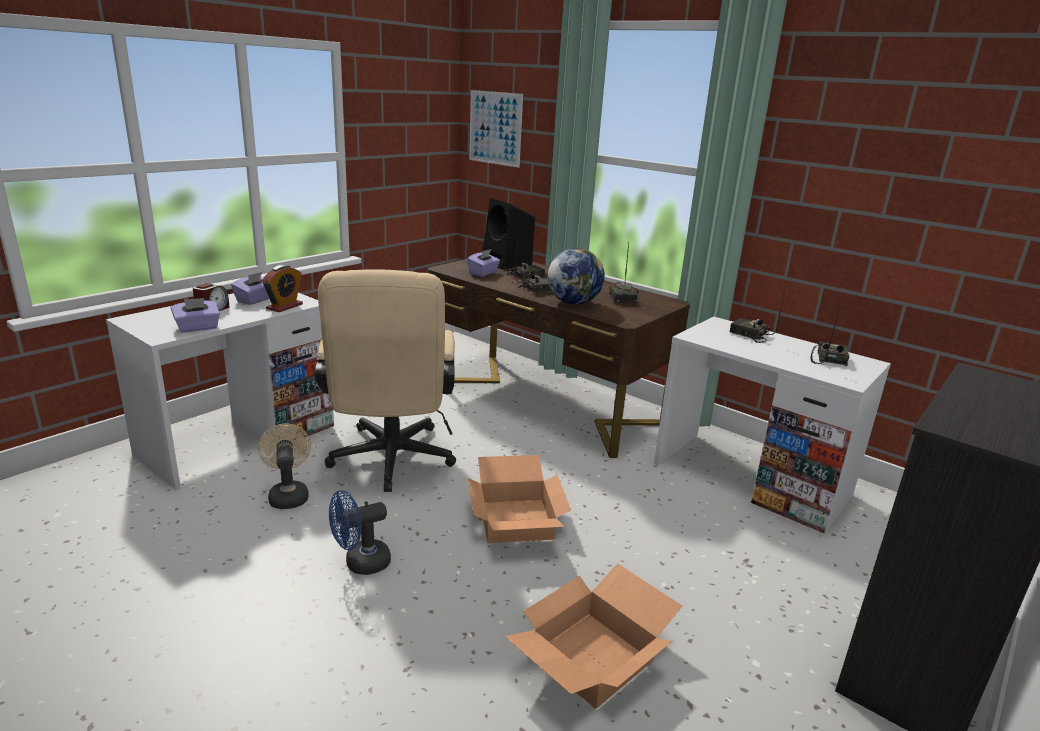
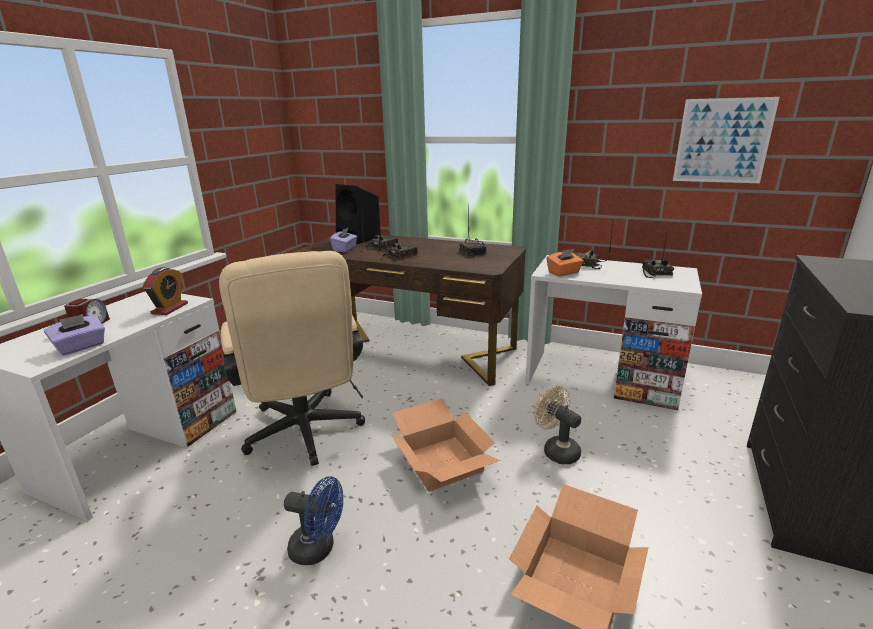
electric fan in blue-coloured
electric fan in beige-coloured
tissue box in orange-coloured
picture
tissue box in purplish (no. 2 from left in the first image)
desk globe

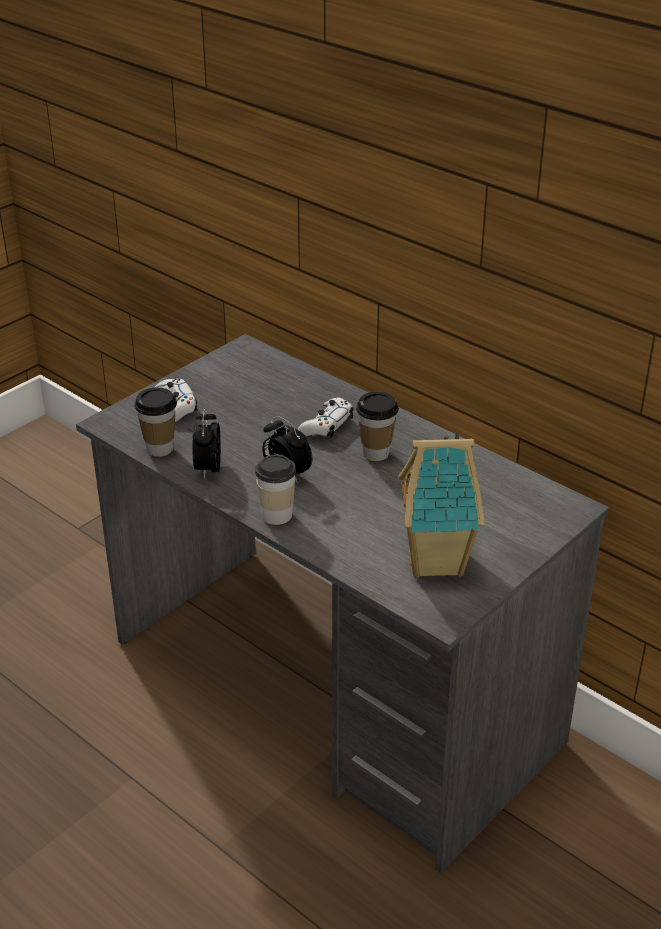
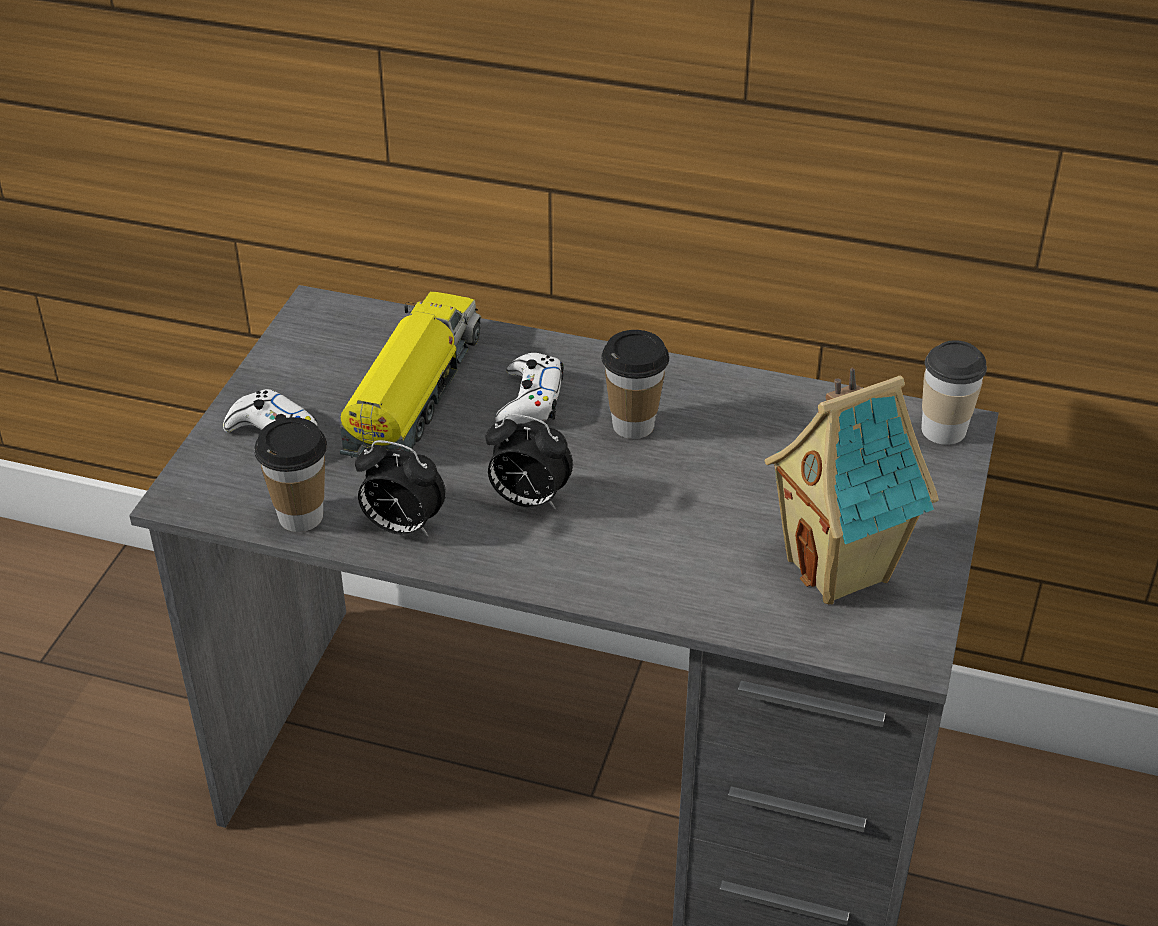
model truck
alarm clock (no. 1 from left)
small cup (no. 3 from left)

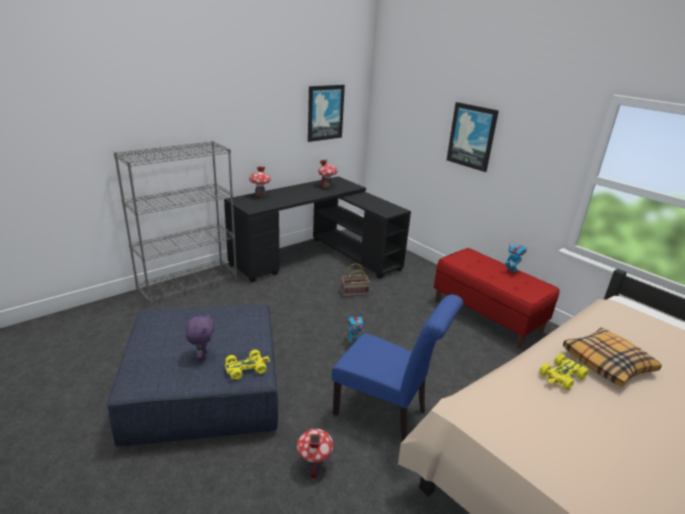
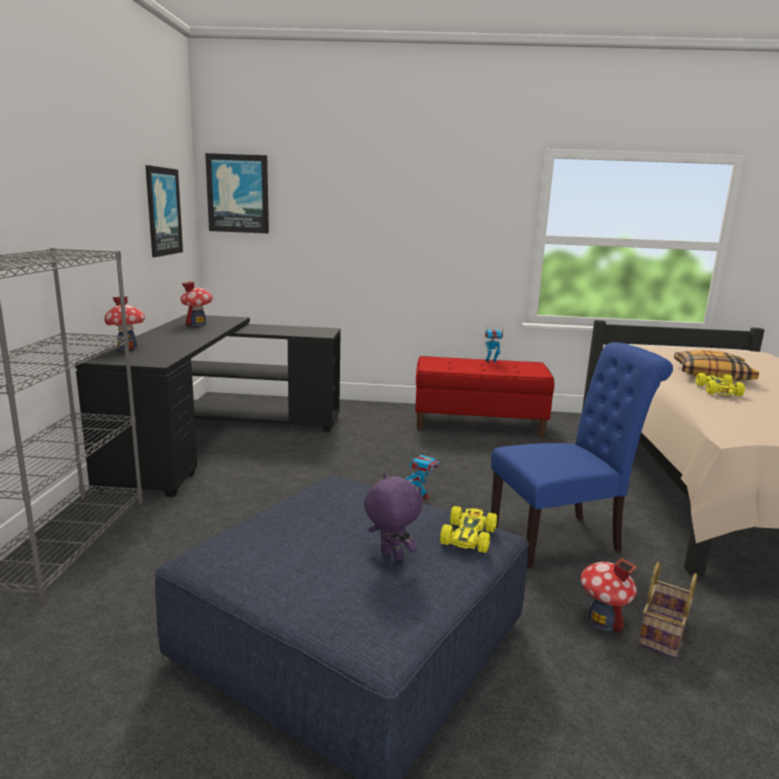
picture (no. 2 from left)
basket

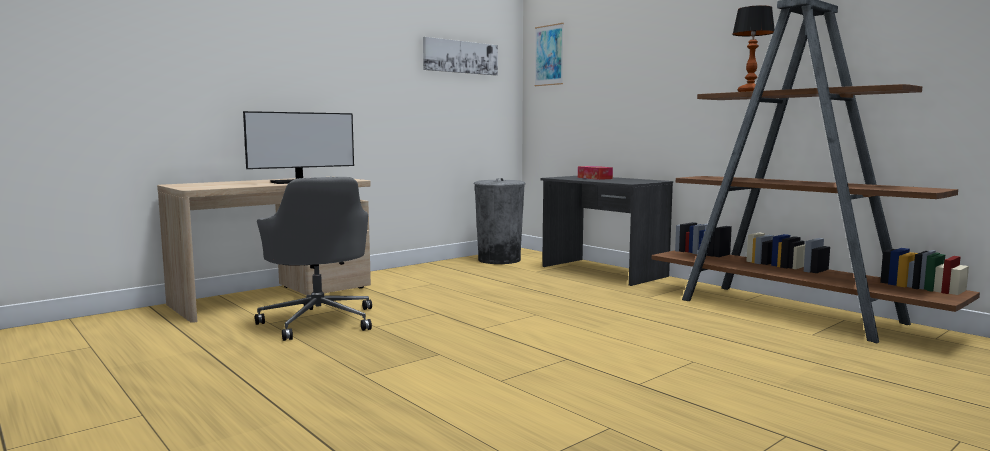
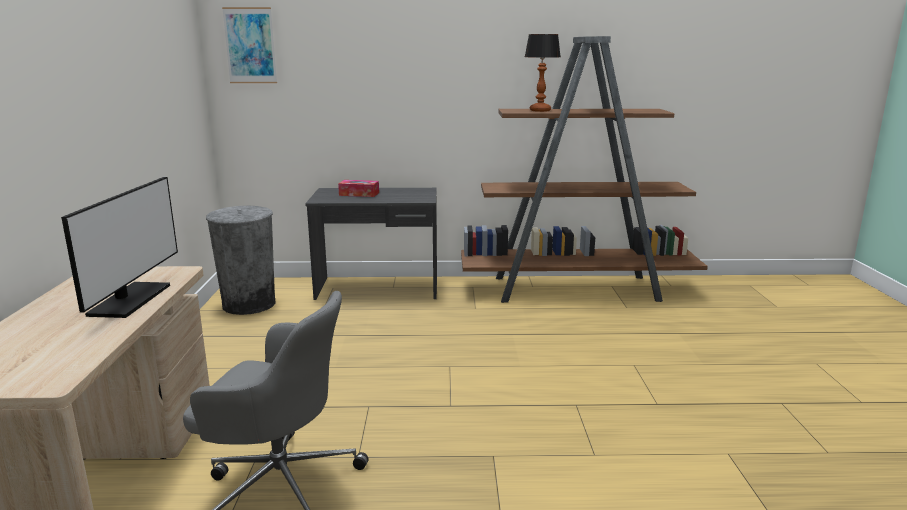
picture (no. 1 from left in the first image)

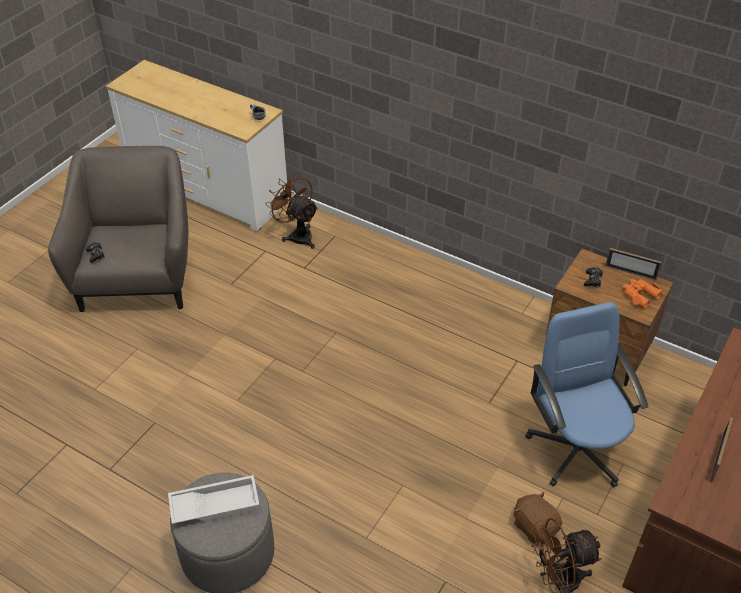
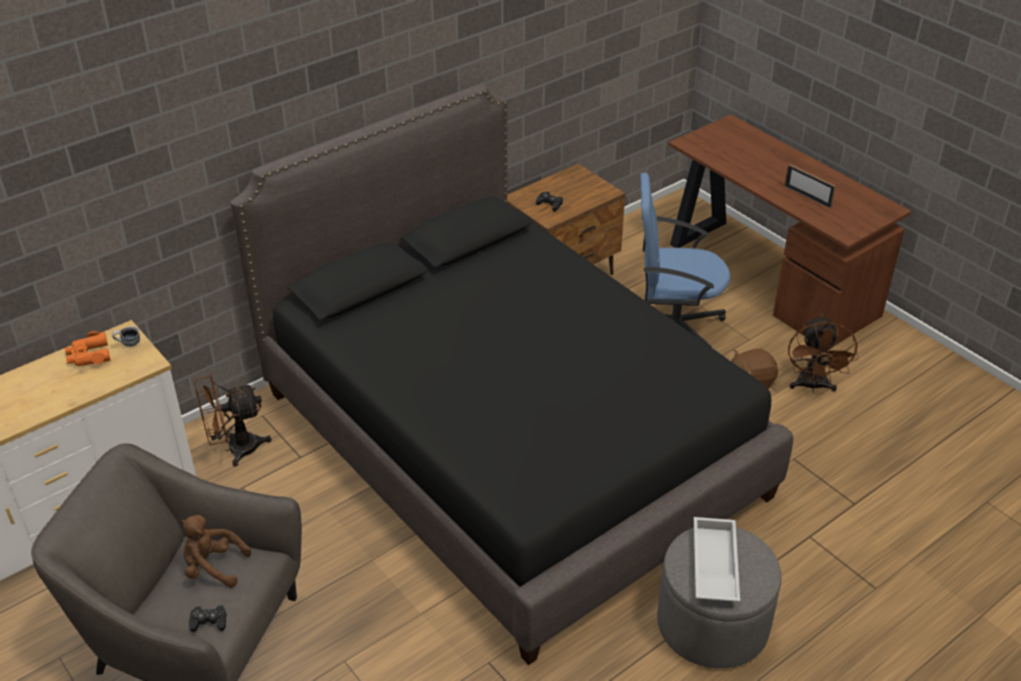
field glasses in orange-coloured
plush toy in brownish (no. 1 from left)
bedroom bed in black
photo frame (no. 1 from left in the first image)

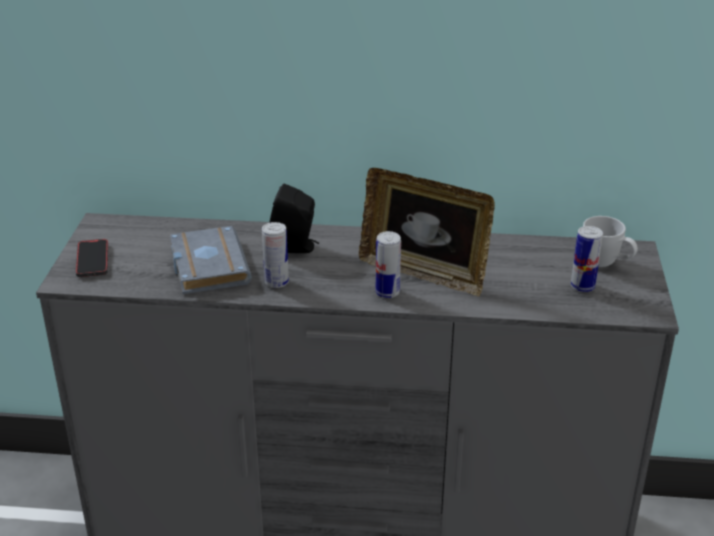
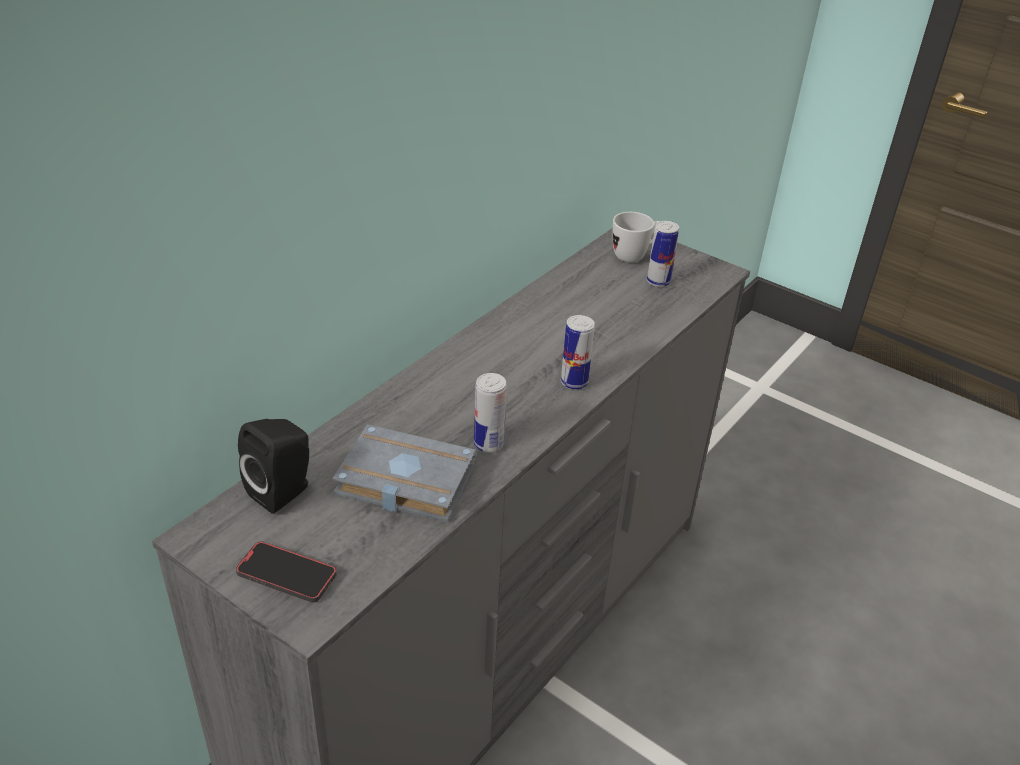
audio speaker in black
photo frame

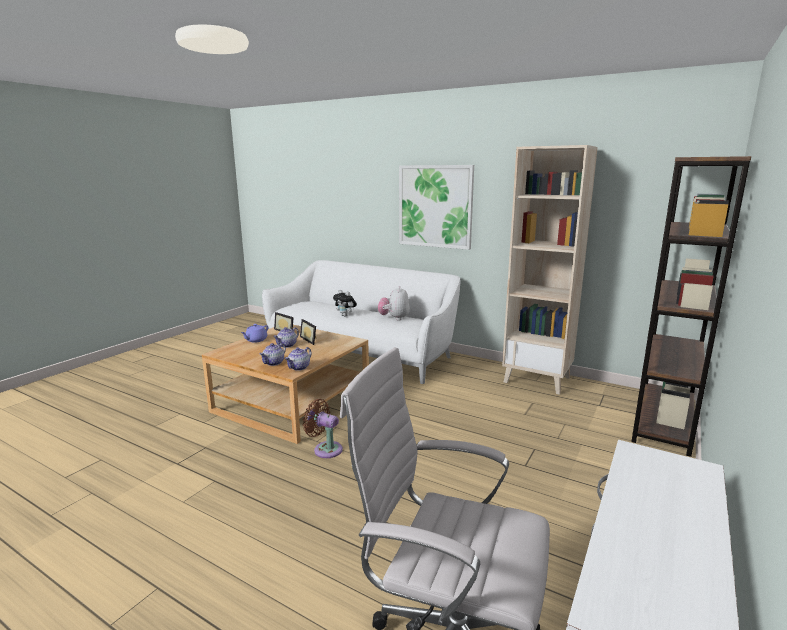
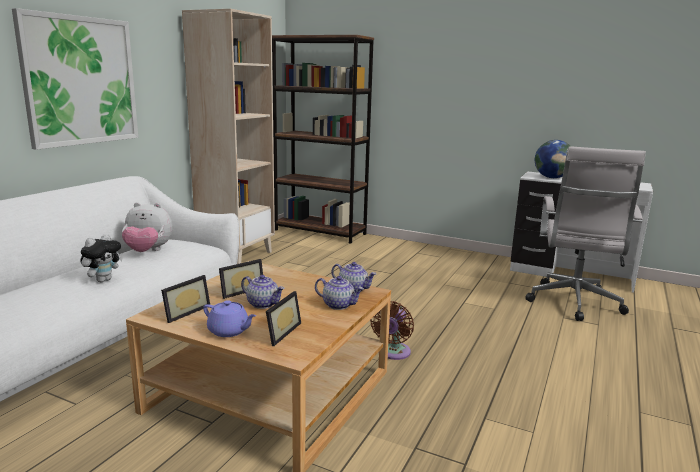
photo frame (no. 3 from left)
desk globe

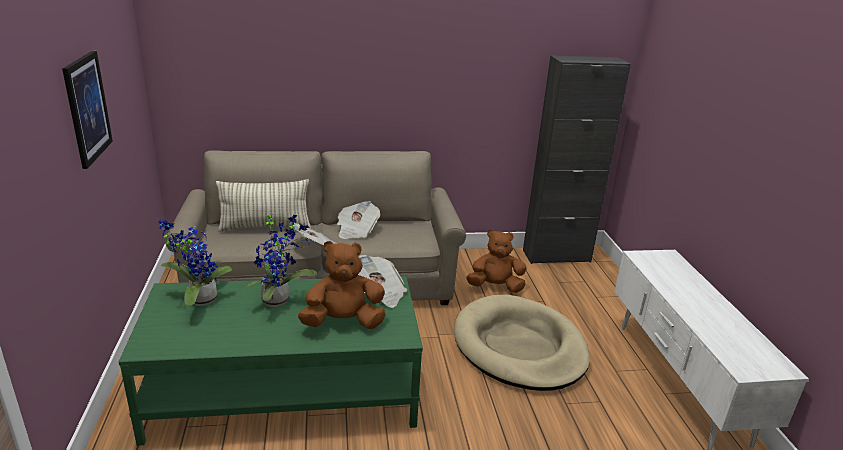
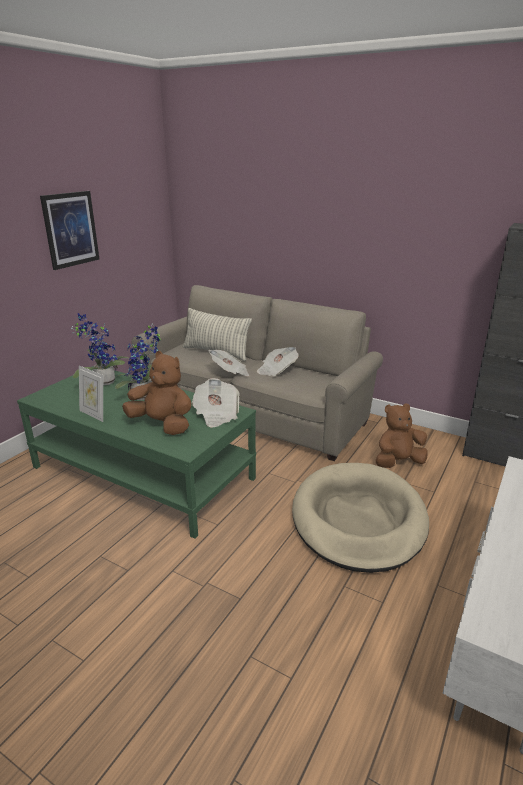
photo frame
plush toy in brownish (no. 2 from left)

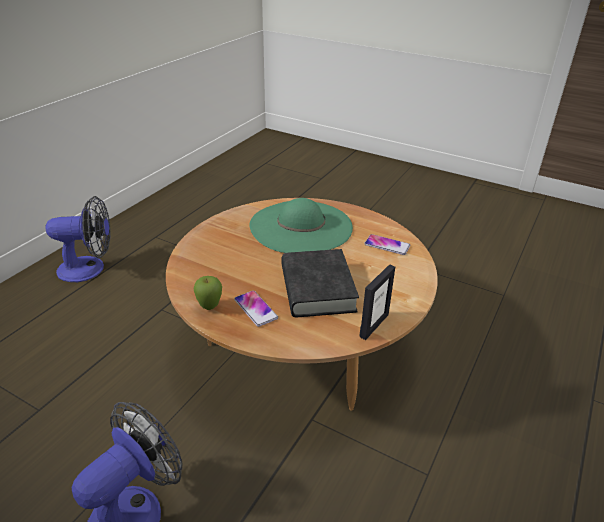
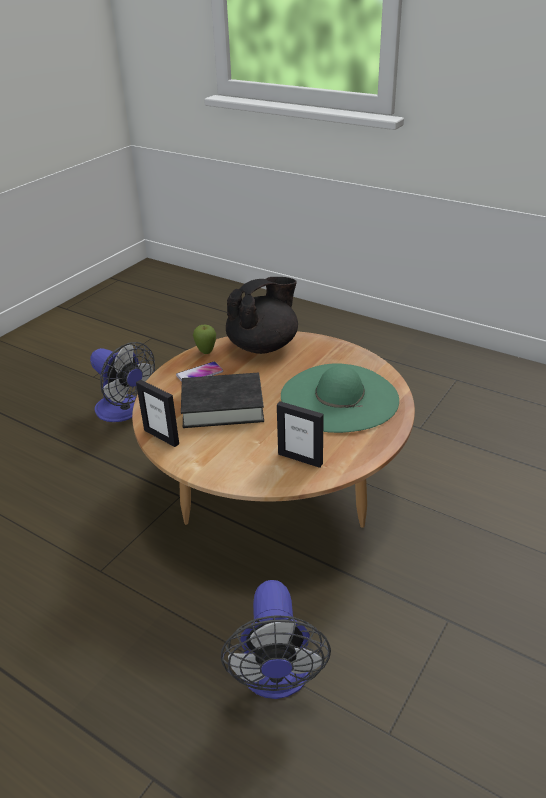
electric fan (no. 2 from left)
teapot in black
photo frame (no. 2 from left)

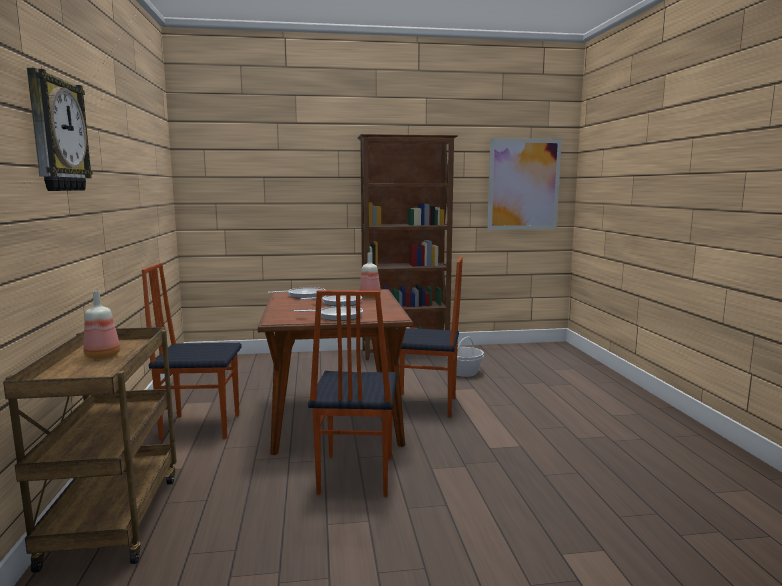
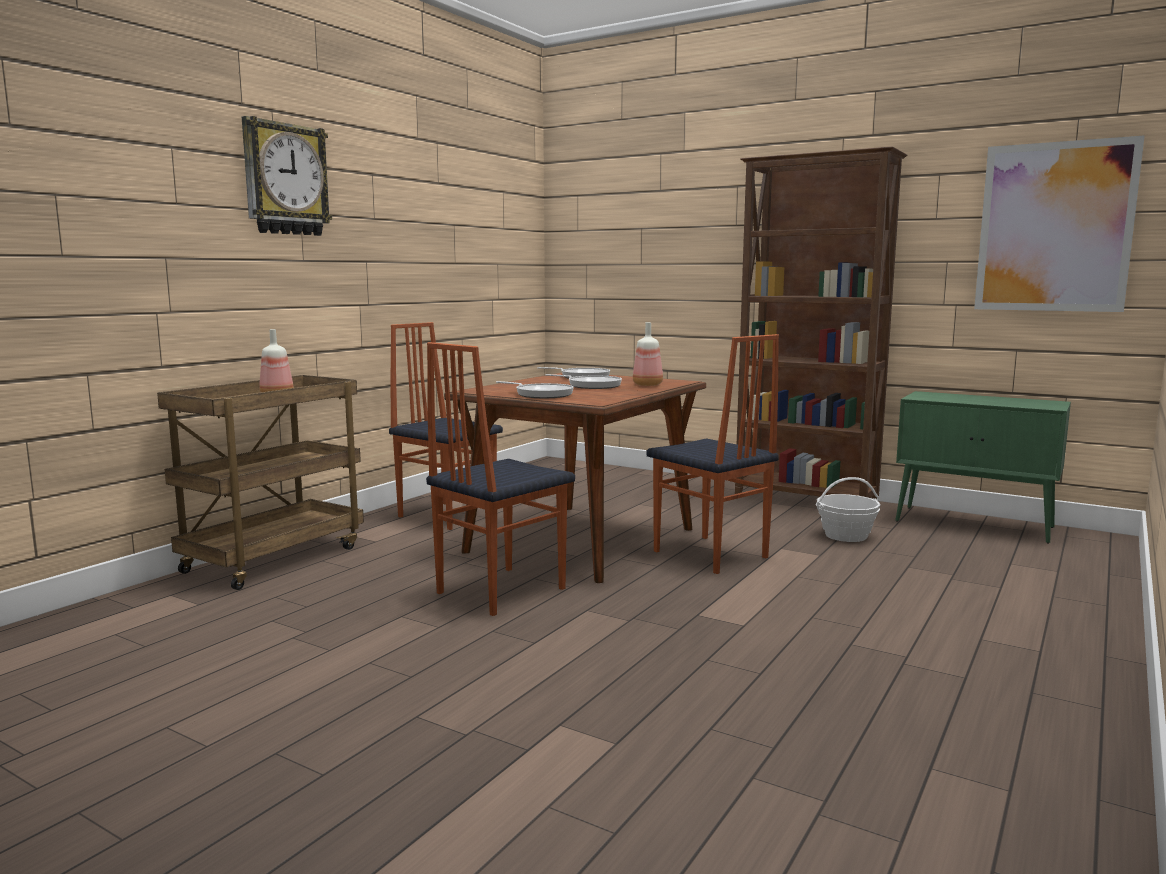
cupboard in green

